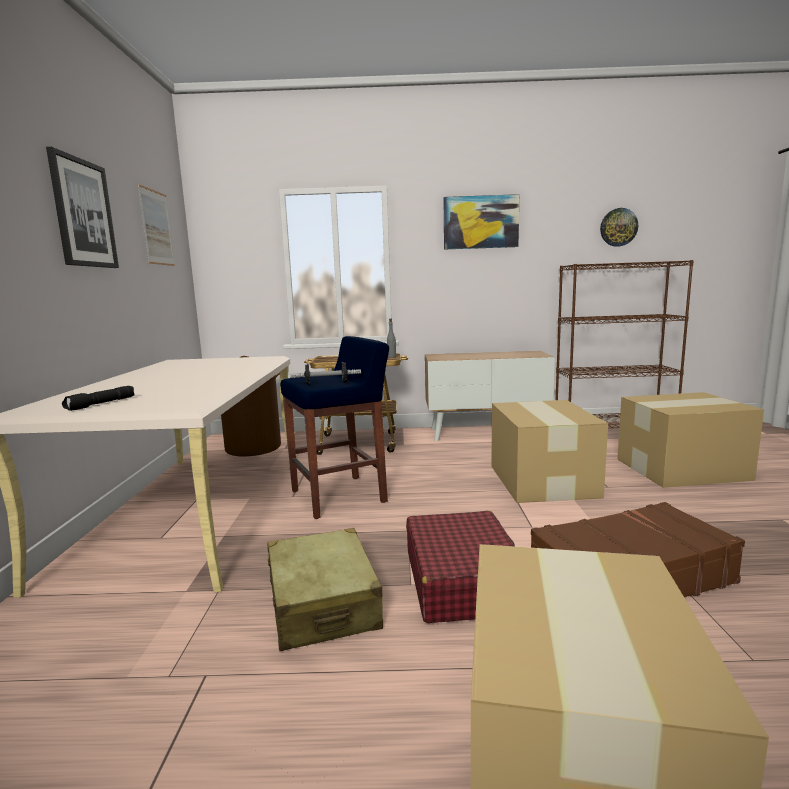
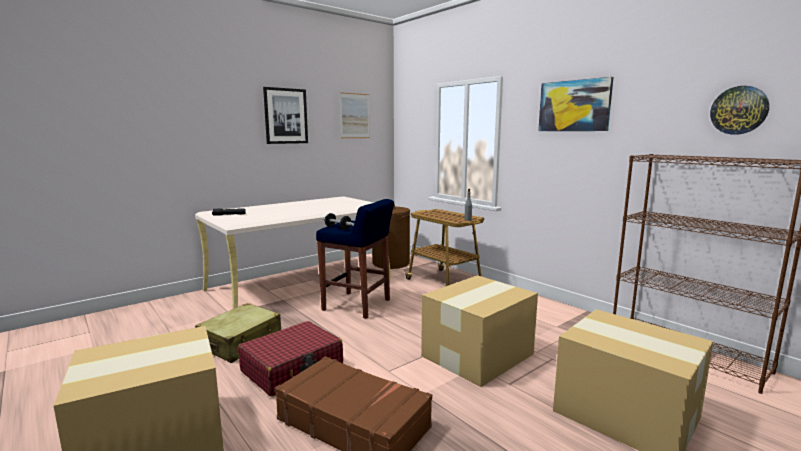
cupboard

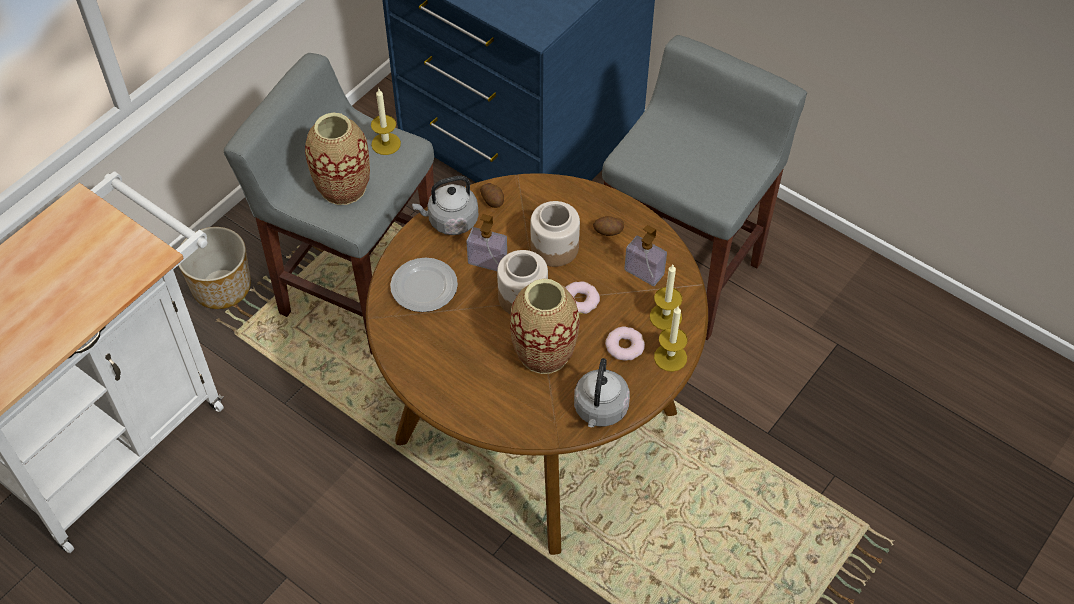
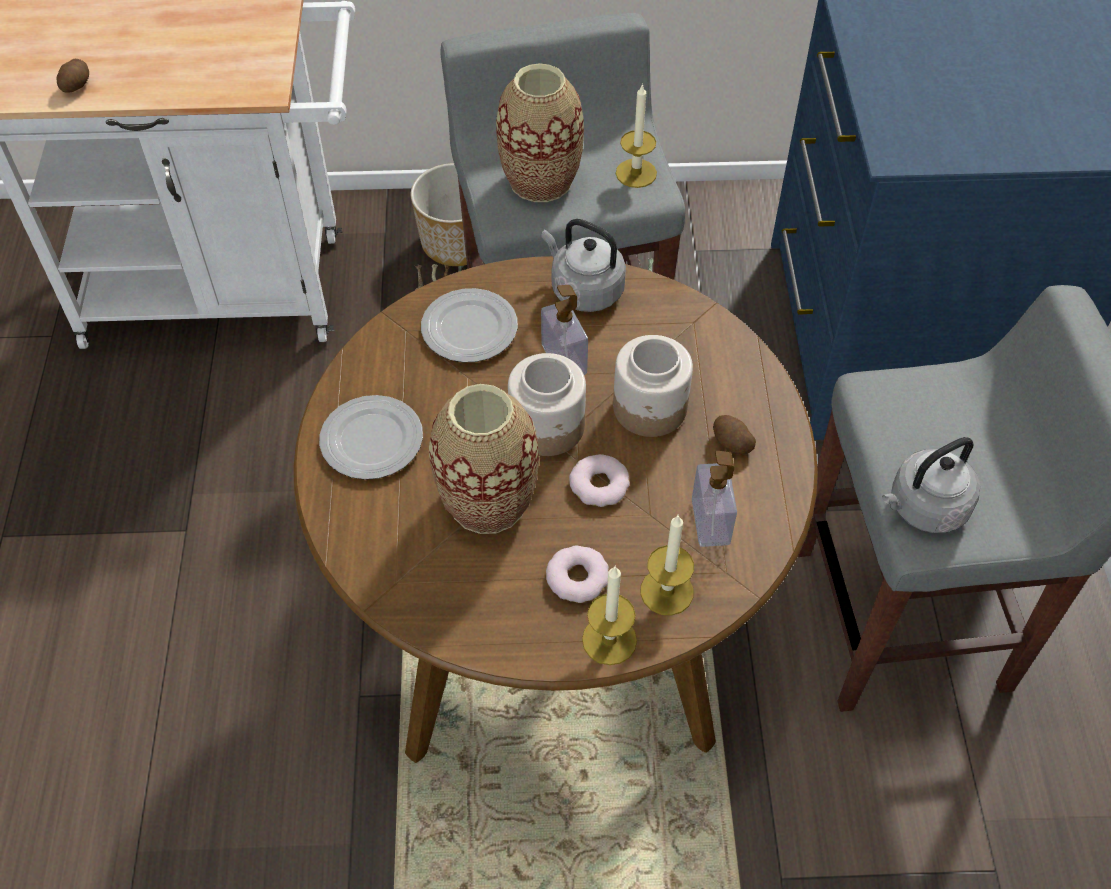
potato (no. 1 from left)
flat dish (no. 1 from left)
kettle in greyish (no. 2 from left)

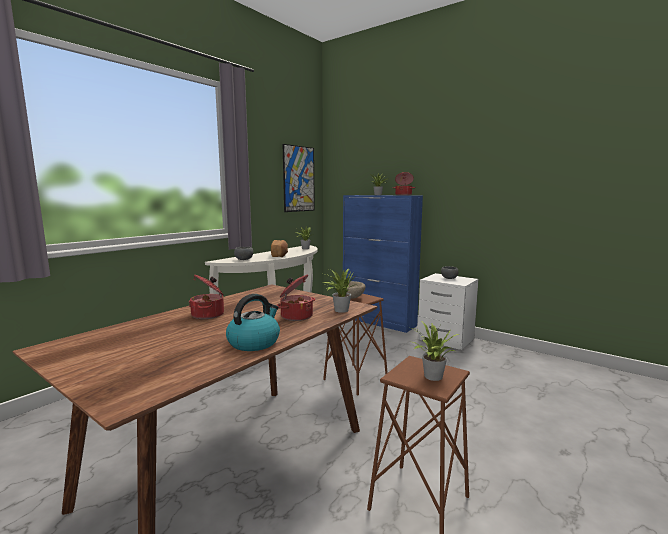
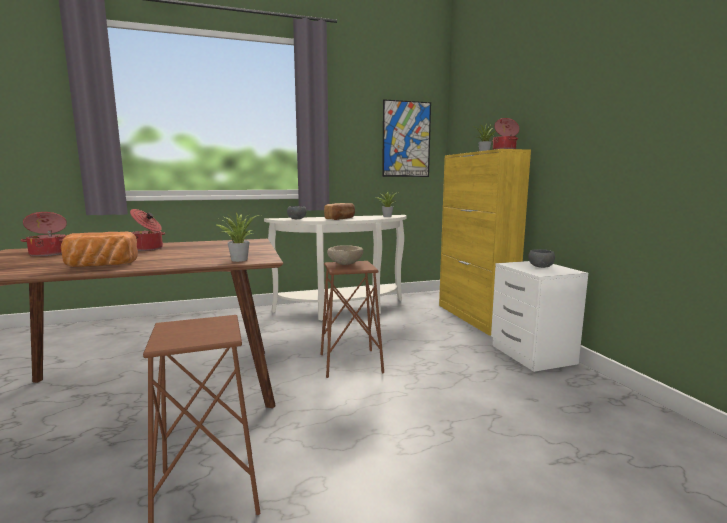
stockpot (no. 1 from left)
bread (no. 1 from left)
cupboard in yellowish
plant in a pot (no. 4 from left in the first image)

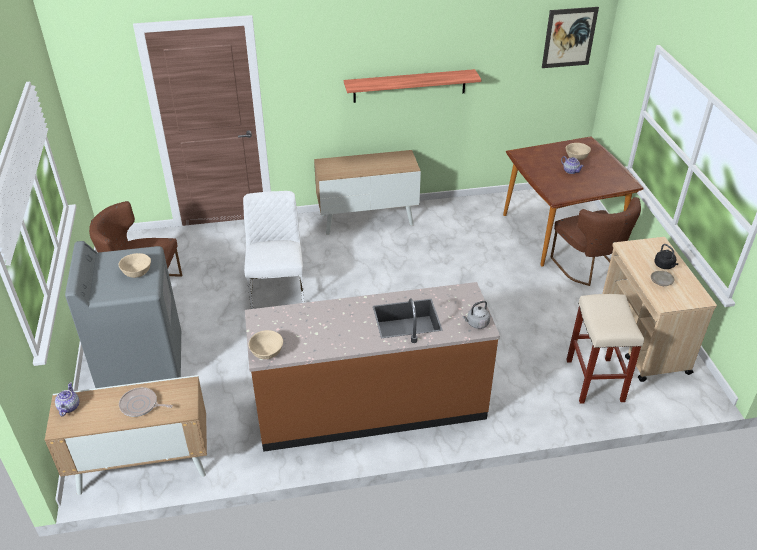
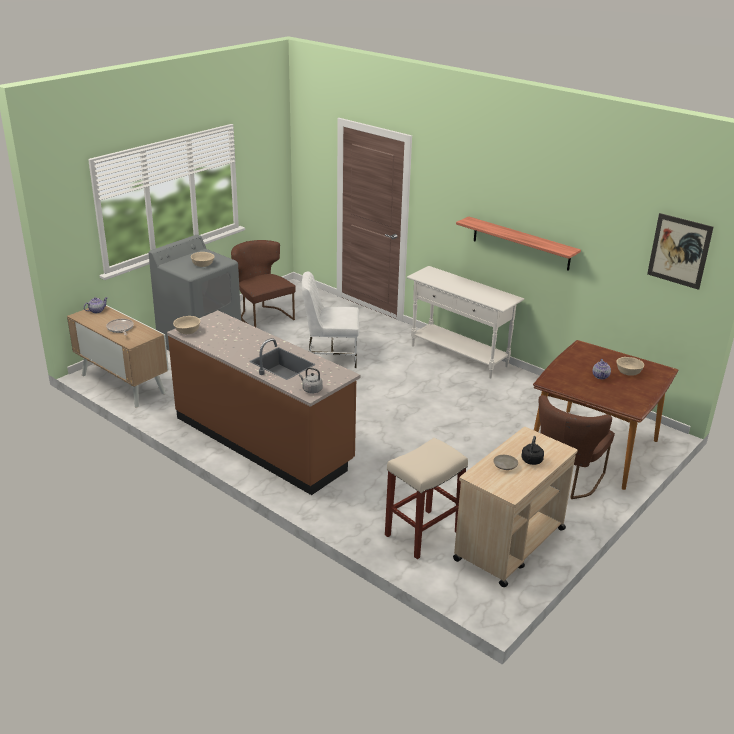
upright chair in whitish
console table in whitish

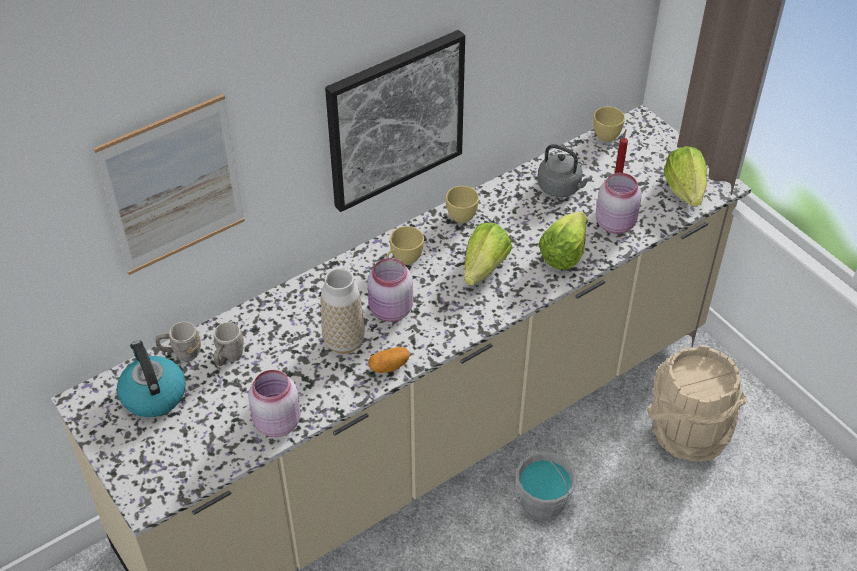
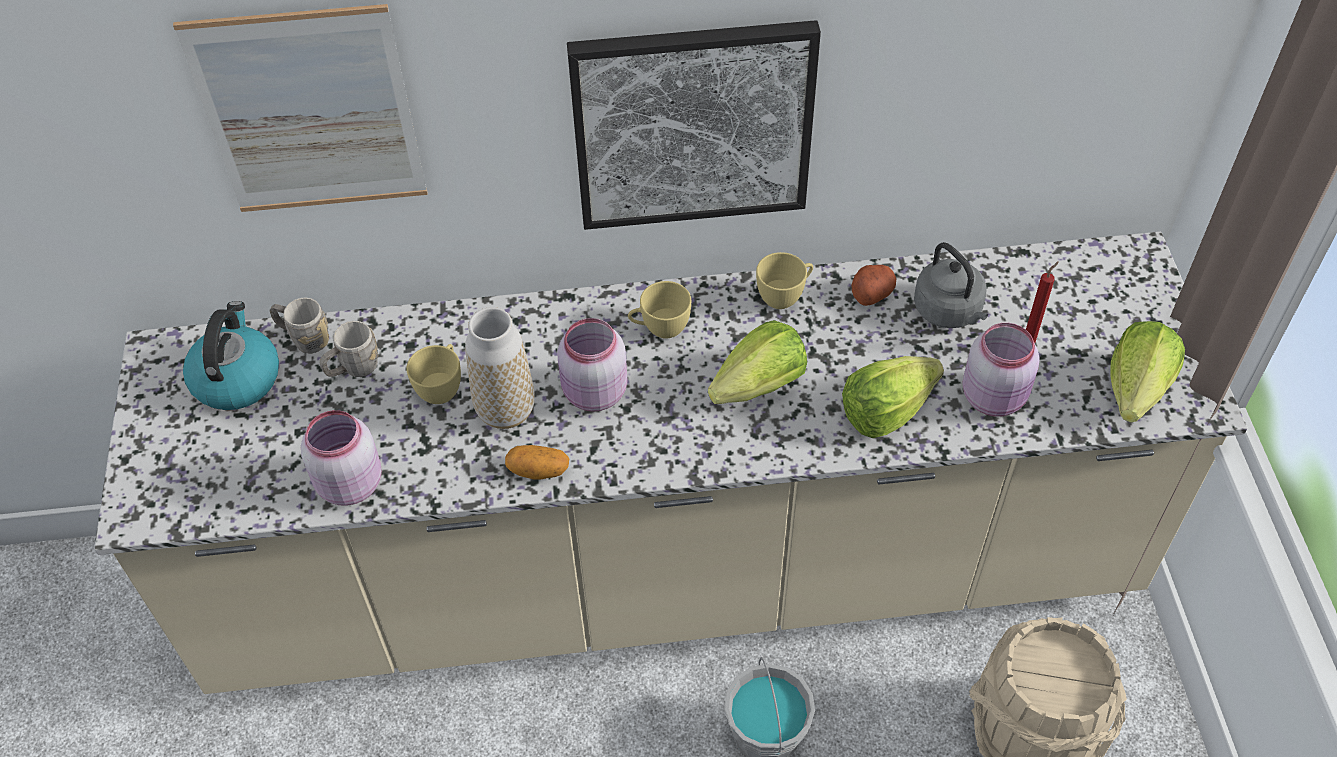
small cup in yellowish (no. 1 from left)
potato (no. 2 from left)

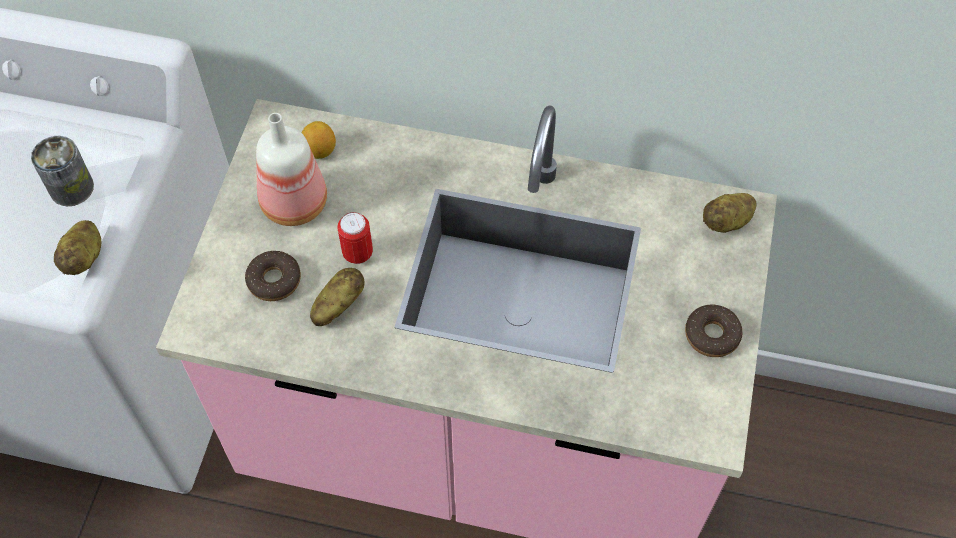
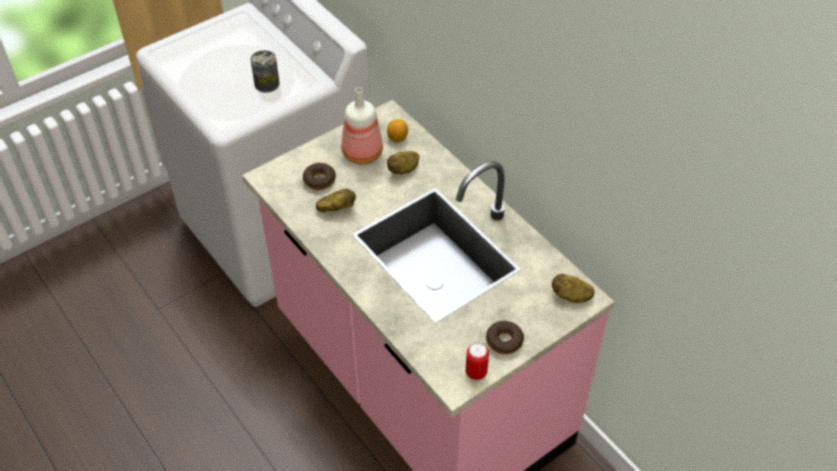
potato (no. 2 from left)
sealed can (no. 2 from left)

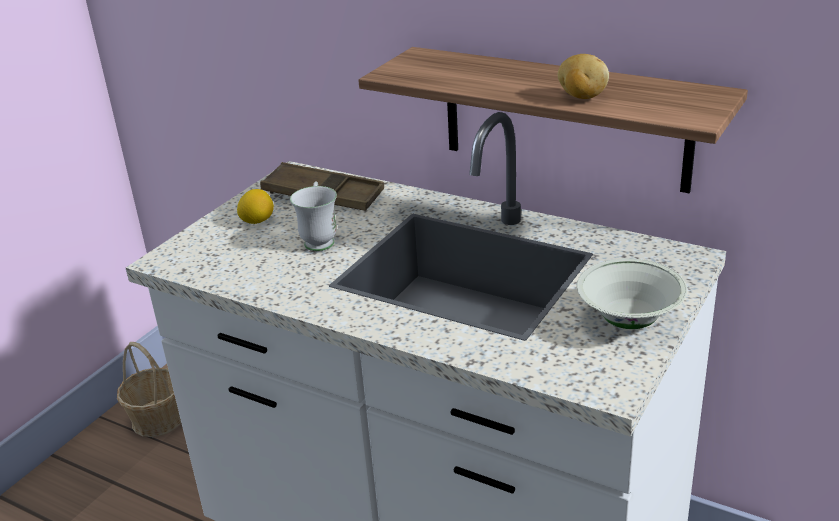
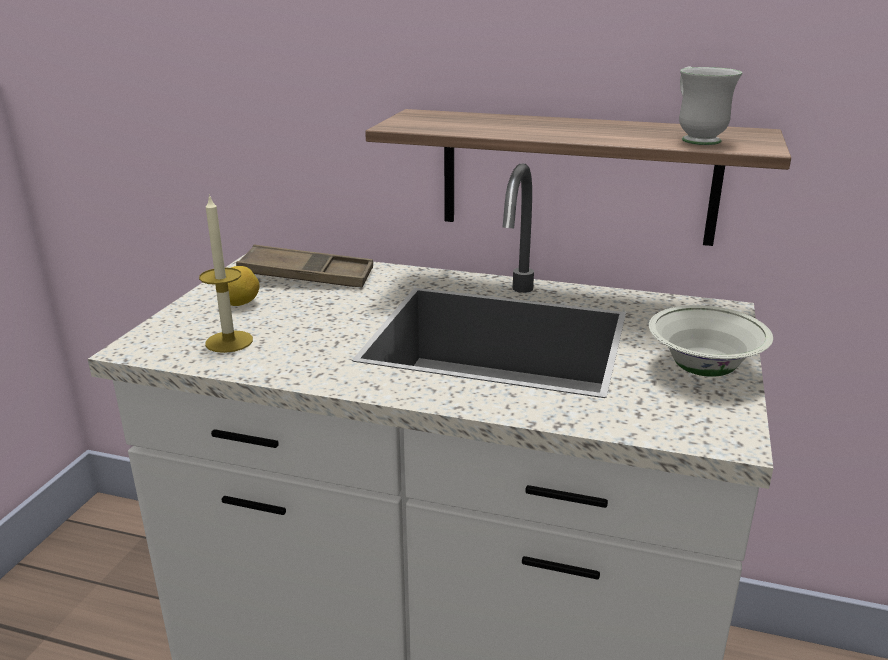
wax light
tea mug in whitish
basket
potato

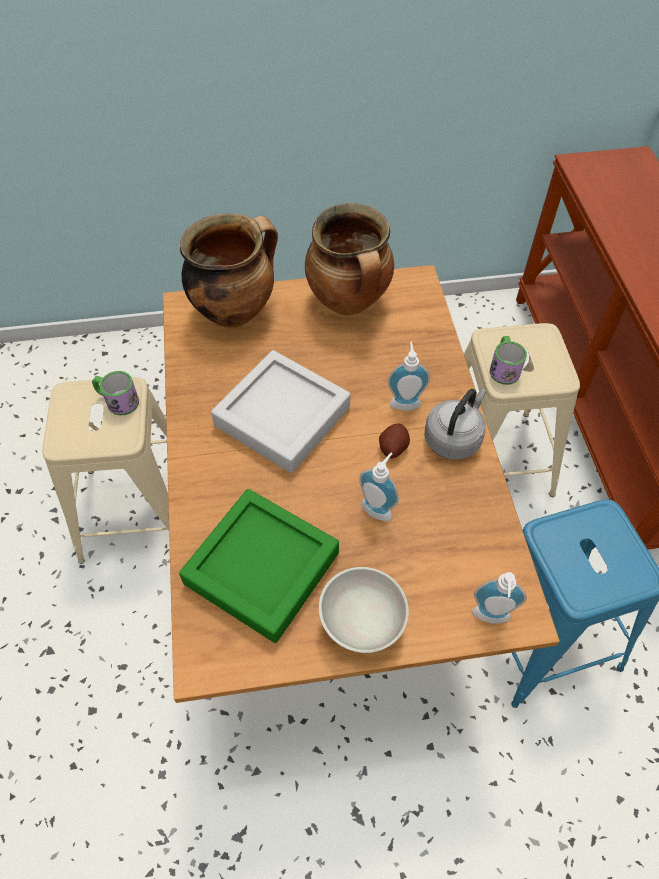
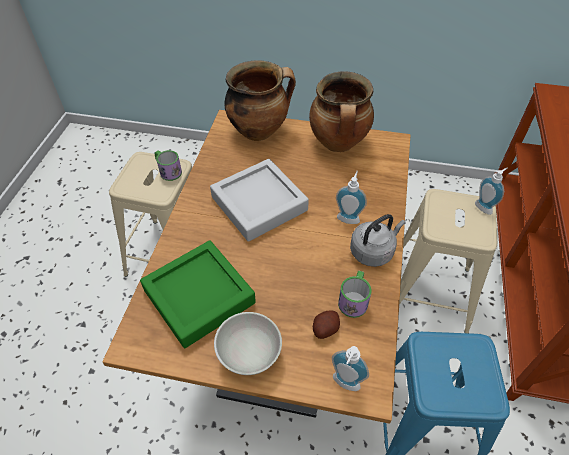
potato
tea mug (no. 2 from left)
soap bottle (no. 3 from left)

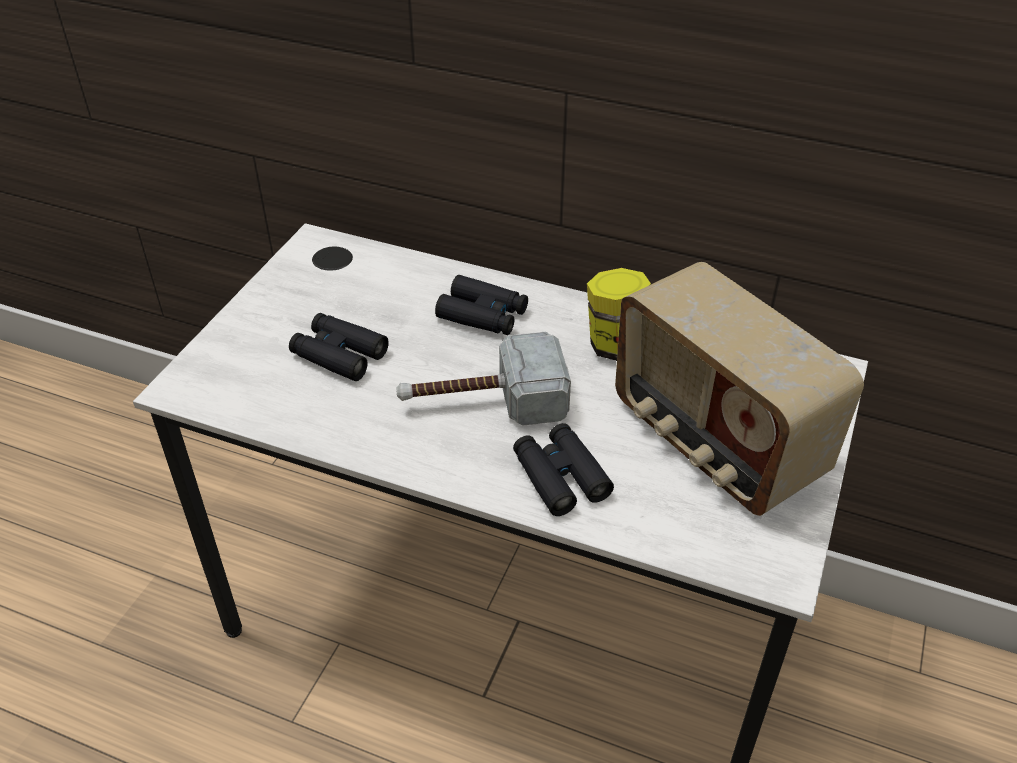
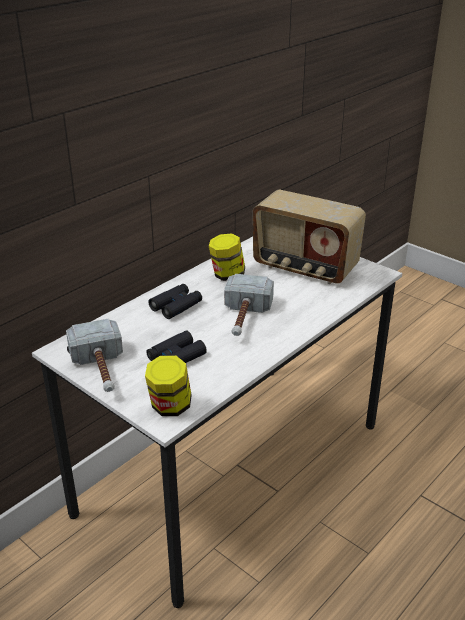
hand hammer (no. 1 from left)
jar (no. 1 from left)
radio receiver
field glasses in black (no. 3 from left in the first image)

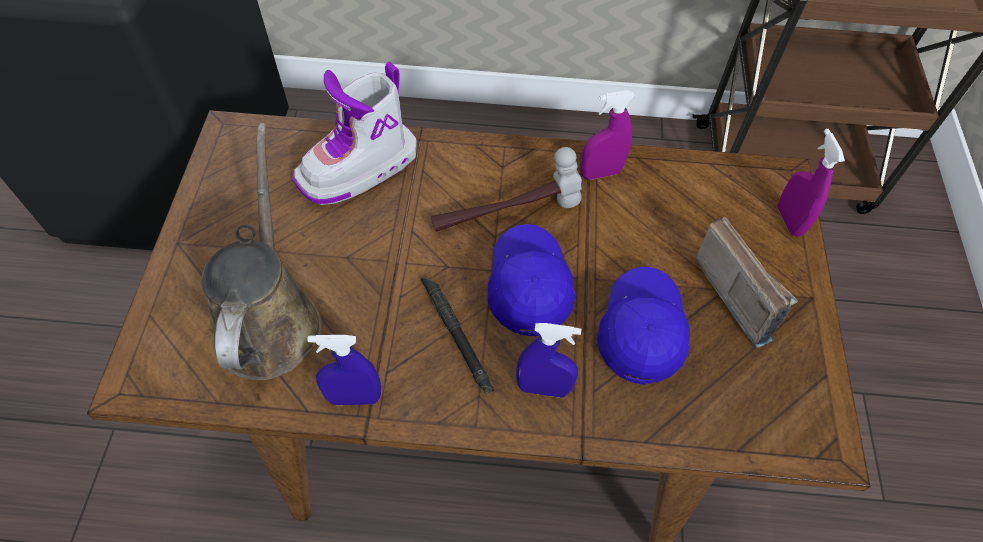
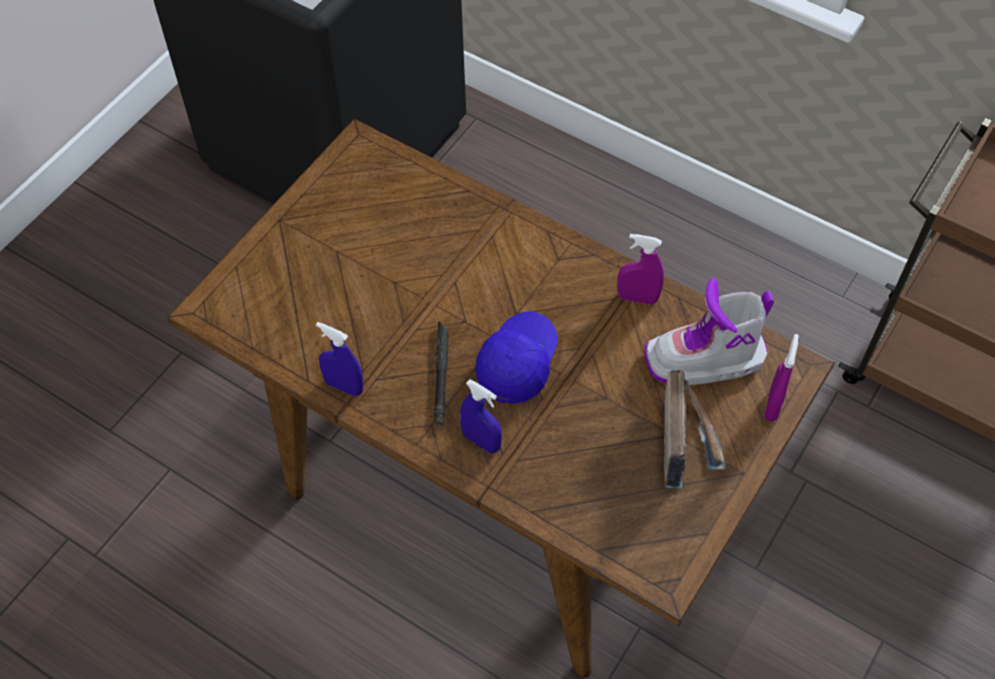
boot
watering can in brownish
hand hammer
cap in blue-coloured (no. 2 from left in the first image)

